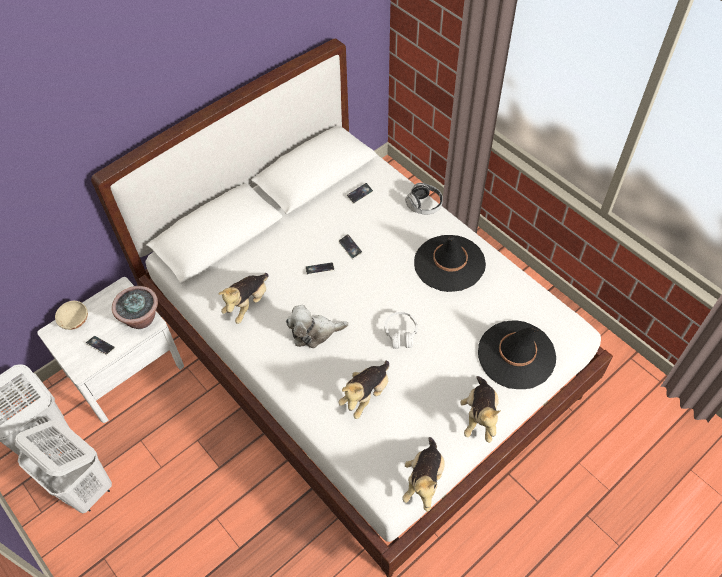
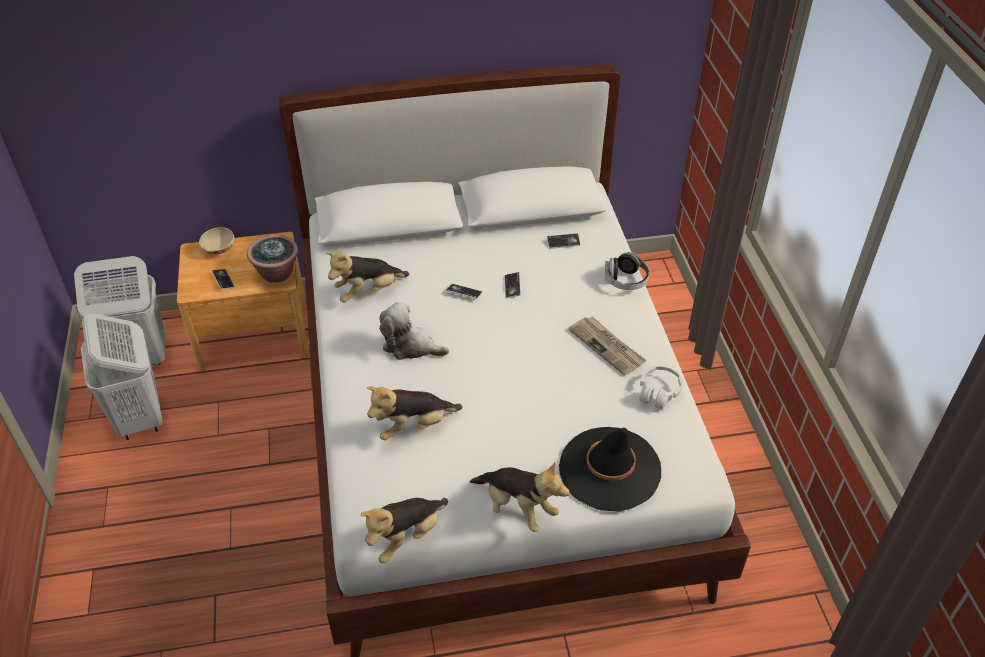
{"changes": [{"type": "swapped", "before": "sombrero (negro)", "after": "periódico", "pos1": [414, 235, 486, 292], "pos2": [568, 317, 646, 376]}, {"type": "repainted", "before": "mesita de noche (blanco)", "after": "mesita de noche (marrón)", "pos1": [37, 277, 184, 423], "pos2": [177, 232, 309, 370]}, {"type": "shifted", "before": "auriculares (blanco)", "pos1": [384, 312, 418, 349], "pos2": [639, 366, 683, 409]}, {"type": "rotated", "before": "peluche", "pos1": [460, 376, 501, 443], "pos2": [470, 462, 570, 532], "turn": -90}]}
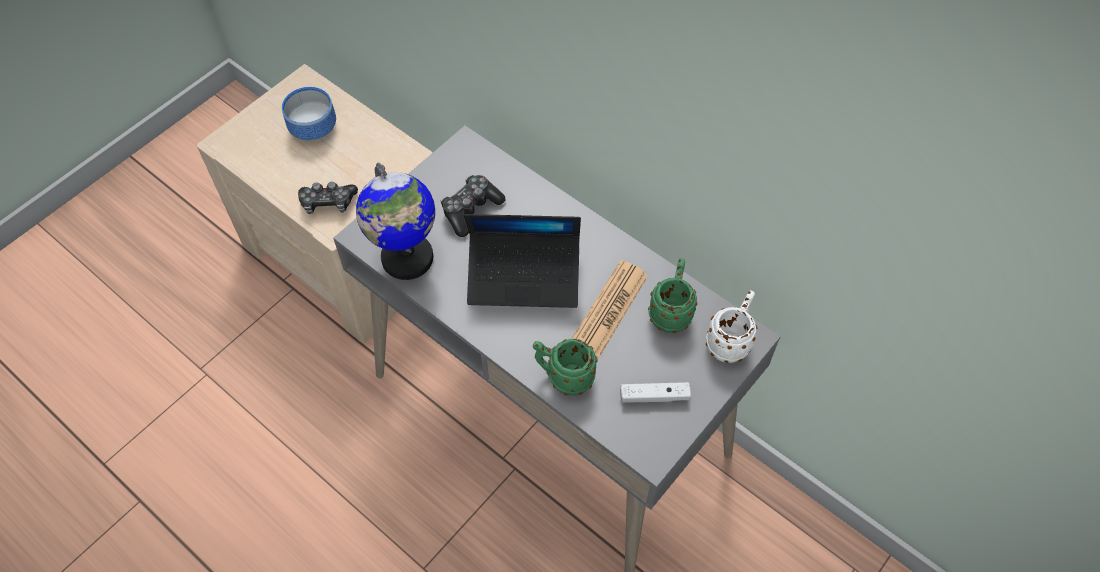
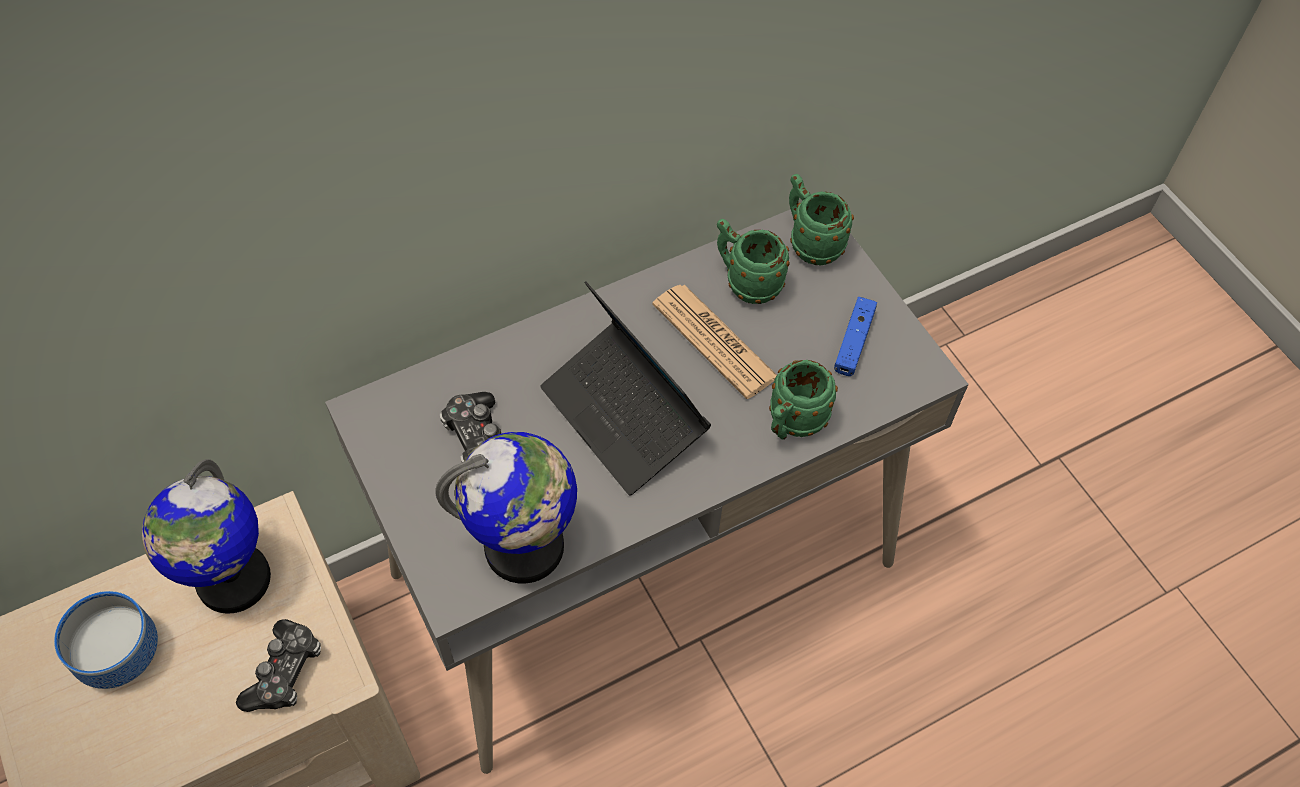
{"changes": [{"type": "rotated", "before": "portátil", "pos1": [463, 214, 581, 308], "pos2": [540, 281, 711, 495], "turn": 120}, {"type": "repainted", "before": "taza grande (blanco)", "after": "taza grande (verde)", "pos1": [706, 291, 757, 363], "pos2": [789, 174, 854, 265]}, {"type": "repainted", "before": "mando de consola (blanco)", "after": "mando de consola (azul)", "pos1": [621, 382, 691, 403], "pos2": [834, 297, 877, 376]}, {"type": "new", "after": "globo terráqueo", "pos2": [142, 459, 271, 614]}]}
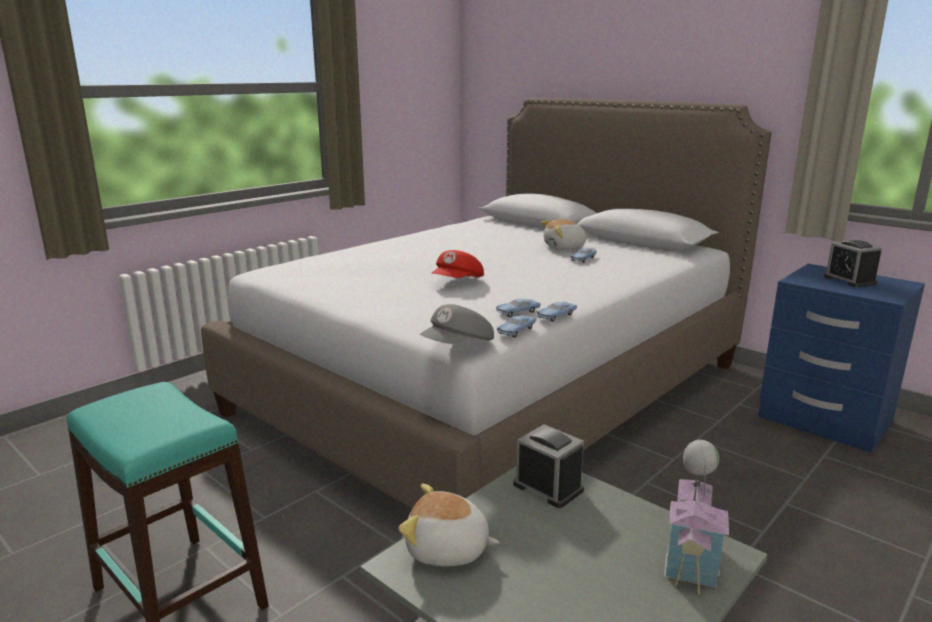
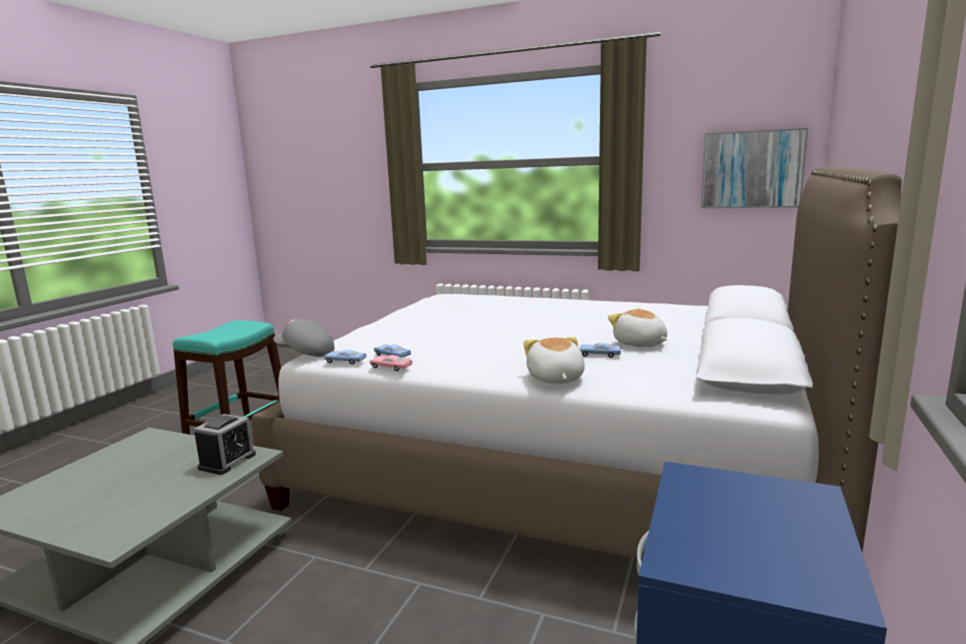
{"changes": [{"type": "gone", "before": "despertador", "pos1": [824, 240, 882, 288]}, {"type": "gone", "before": "gorra (rojo)", "pos1": [432, 250, 484, 278]}, {"type": "repainted", "before": "coche de juguete (azul)", "after": "coche de juguete (rosa)", "pos1": [537, 302, 577, 322], "pos2": [370, 355, 412, 371]}, {"type": "gone", "before": "casita", "pos1": [664, 440, 729, 595]}, {"type": "shifted", "before": "peluche", "pos1": [399, 484, 499, 567], "pos2": [523, 337, 585, 384]}, {"type": "new", "after": "cuadro", "pos2": [701, 128, 808, 208]}]}
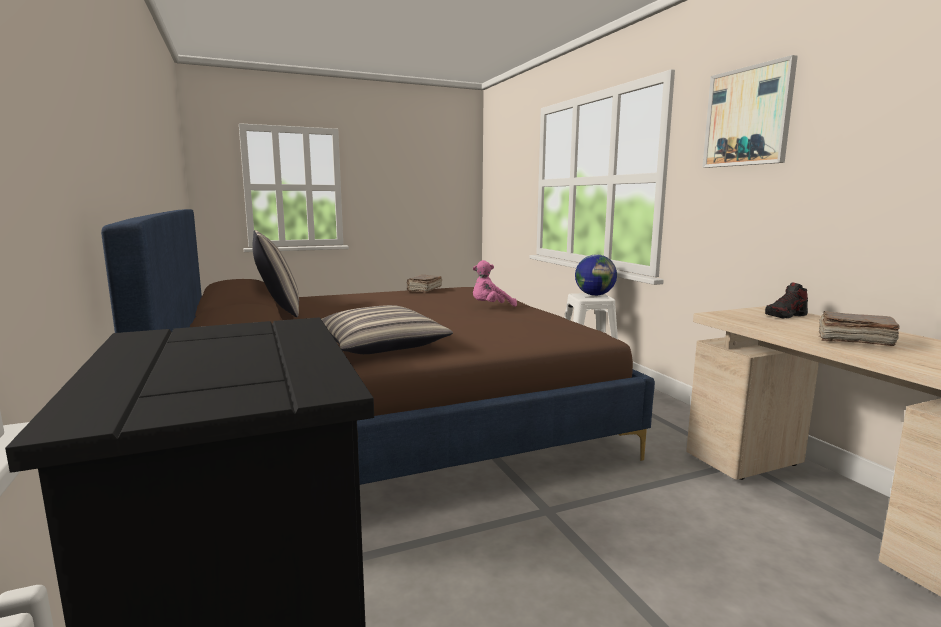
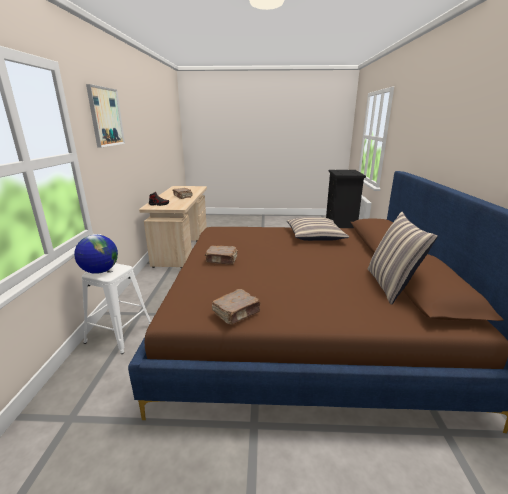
{"changes": [{"type": "swapped", "before": "peluche (rosa)", "after": "libro (marrón)", "pos1": [473, 260, 517, 307], "pos2": [205, 246, 238, 265]}]}
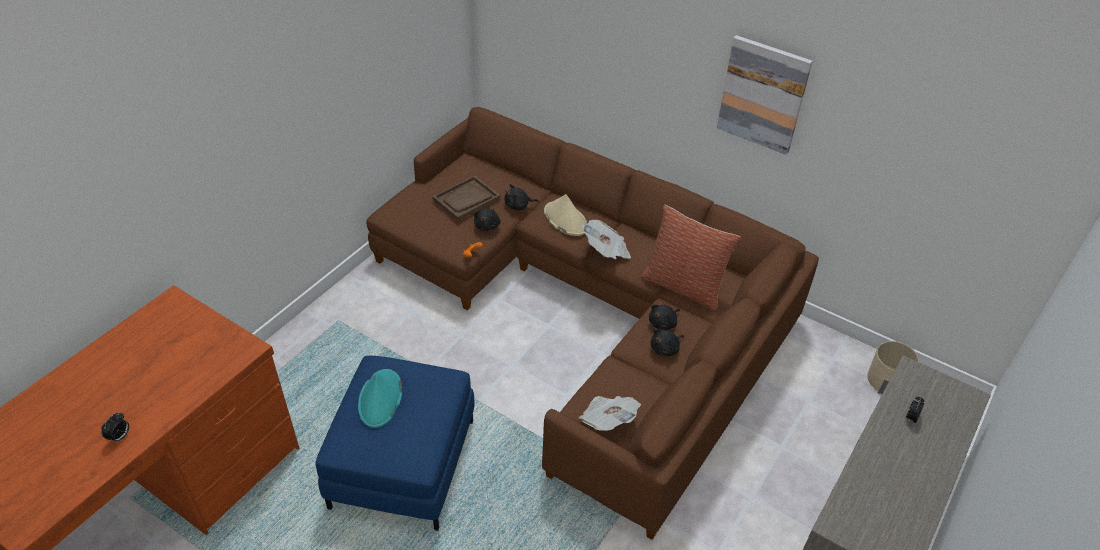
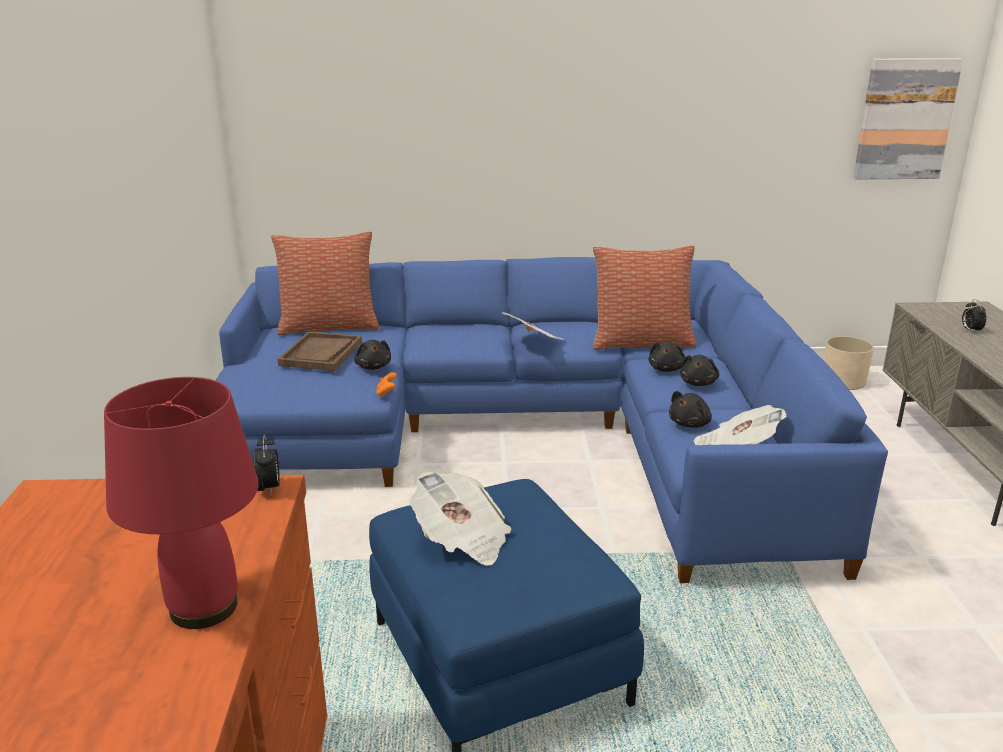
{"changes": [{"type": "shifted", "before": "cuadro", "pos1": [717, 35, 813, 155], "pos2": [853, 58, 963, 179]}, {"type": "repainted", "before": "sofá (marrón)", "after": "sofá (azul)", "pos1": [366, 107, 819, 540], "pos2": [216, 257, 888, 583]}, {"type": "shifted", "before": "peluche (negro)", "pos1": [505, 184, 539, 210], "pos2": [669, 391, 712, 428]}, {"type": "gone", "before": "sombrero (beis)", "pos1": [544, 194, 587, 236]}, {"type": "swapped", "before": "sombrero (turquesa)", "after": "periódico", "pos1": [358, 369, 402, 428], "pos2": [409, 471, 511, 566]}, {"type": "shifted", "before": "despertador", "pos1": [101, 413, 129, 443], "pos2": [254, 435, 280, 495]}, {"type": "new", "after": "cojín", "pos2": [271, 232, 379, 335]}, {"type": "new", "after": "lámpara de mesa (rojo)", "pos2": [104, 377, 259, 629]}]}
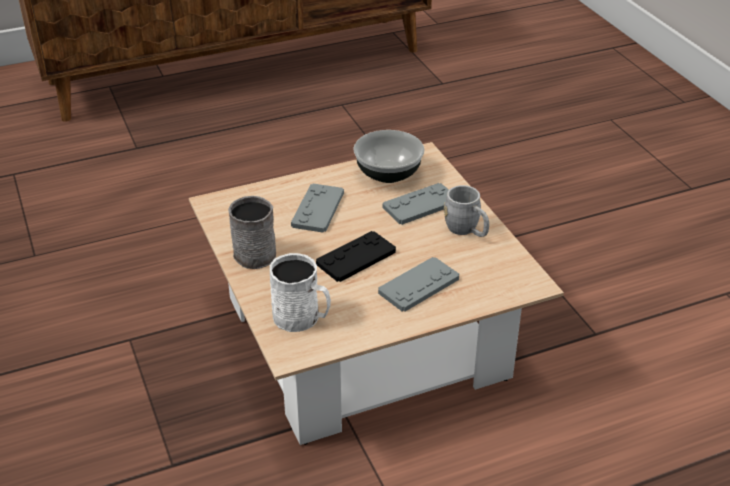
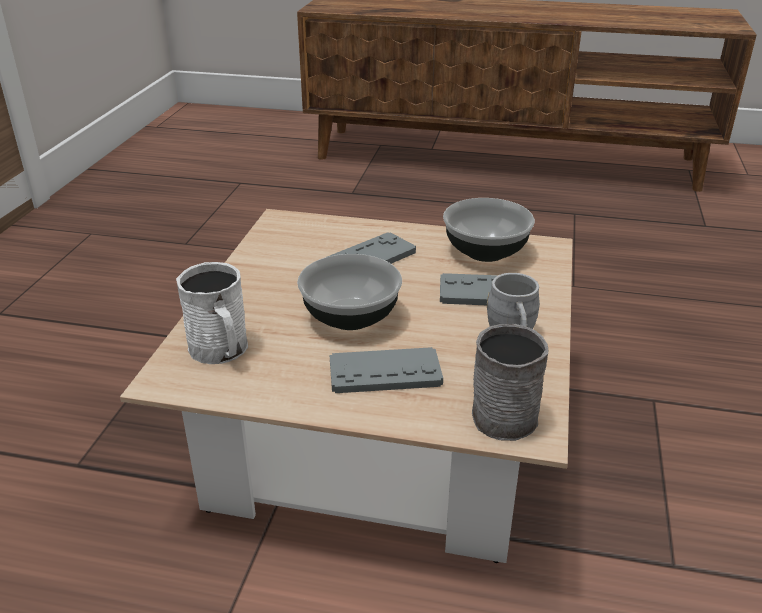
{"changes": [{"type": "shifted", "before": "taza grande (gris)", "pos1": [228, 196, 276, 269], "pos2": [472, 324, 548, 441]}, {"type": "swapped", "before": "mando de consola (negro)", "after": "cuenco", "pos1": [316, 231, 396, 282], "pos2": [297, 254, 402, 330]}]}
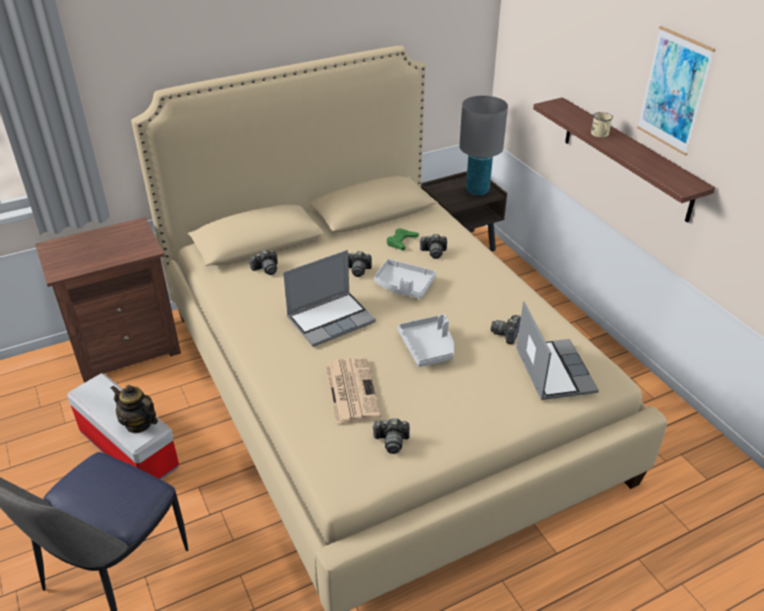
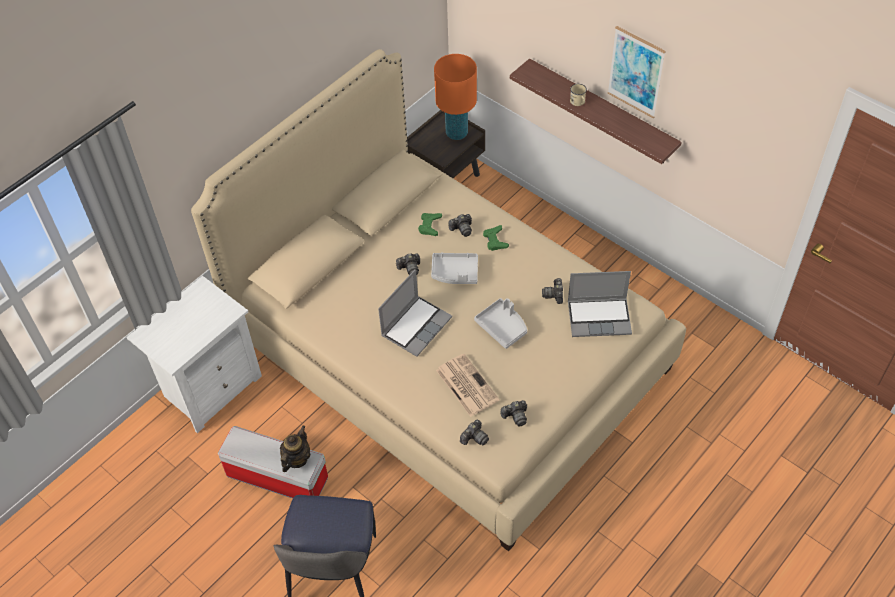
{"changes": [{"type": "repainted", "before": "lámpara de mesa (gris)", "after": "lámpara de mesa (naranja)", "pos1": [459, 95, 508, 195], "pos2": [434, 54, 477, 140]}, {"type": "repainted", "before": "mesita de noche (marrón)", "after": "mesita de noche (blanco)", "pos1": [35, 217, 181, 383], "pos2": [127, 276, 262, 433]}, {"type": "shifted", "before": "cámara", "pos1": [249, 250, 278, 275], "pos2": [460, 420, 489, 446]}, {"type": "rotated", "before": "portátil", "pos1": [516, 302, 599, 400], "pos2": [568, 271, 632, 337], "turn": 120}, {"type": "rotated", "before": "tetera", "pos1": [111, 385, 158, 433], "pos2": [280, 426, 310, 472], "turn": 105}, {"type": "new", "after": "mando de consola (verde)", "pos2": [483, 225, 509, 251]}]}
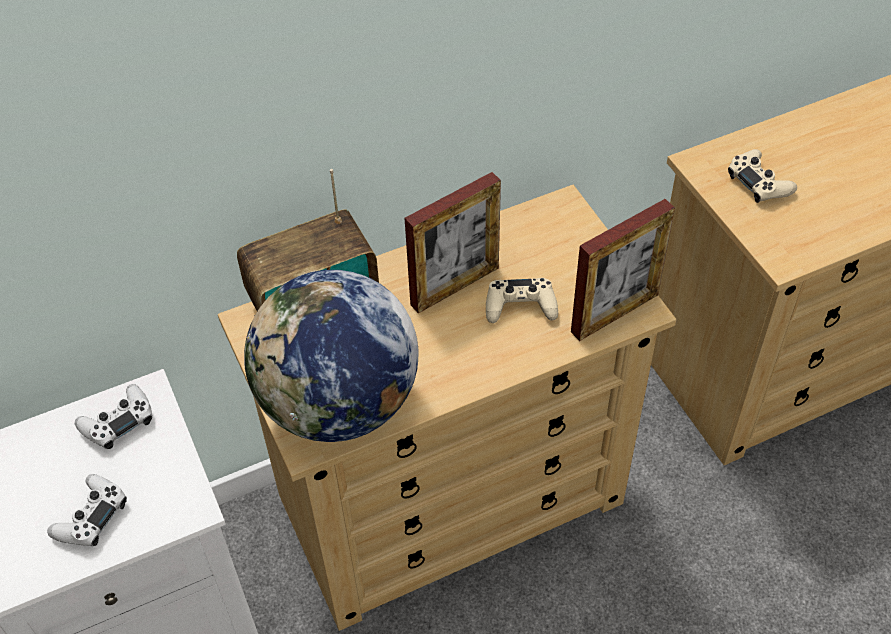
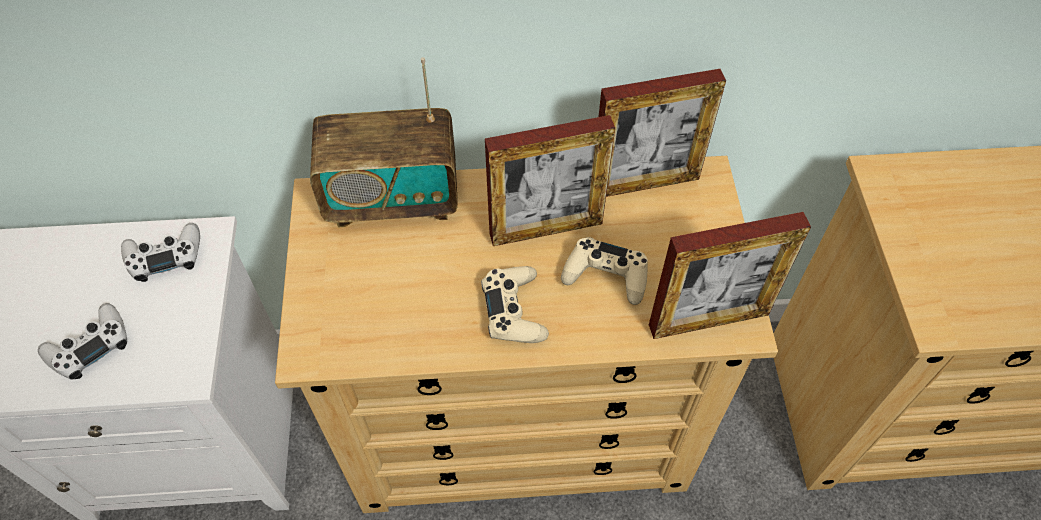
{"changes": [{"type": "shifted", "before": "mando de consola (beis)", "pos1": [728, 149, 797, 203], "pos2": [481, 266, 549, 343]}, {"type": "gone", "before": "globo terráqueo", "pos1": [244, 270, 419, 442]}, {"type": "new", "after": "portarretratos", "pos2": [598, 69, 726, 197]}]}
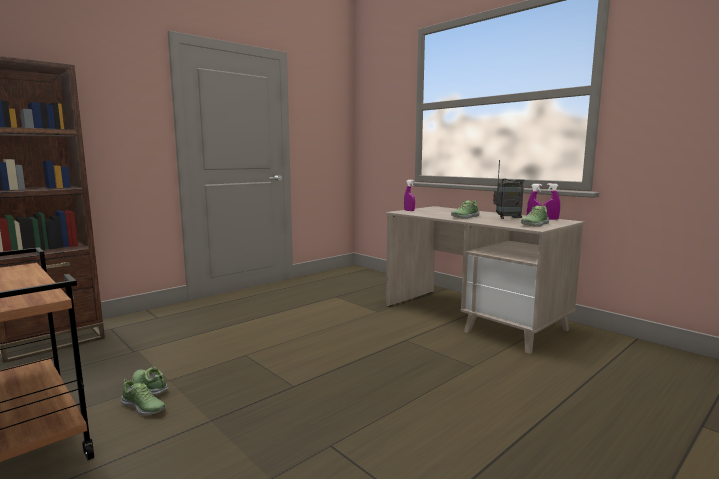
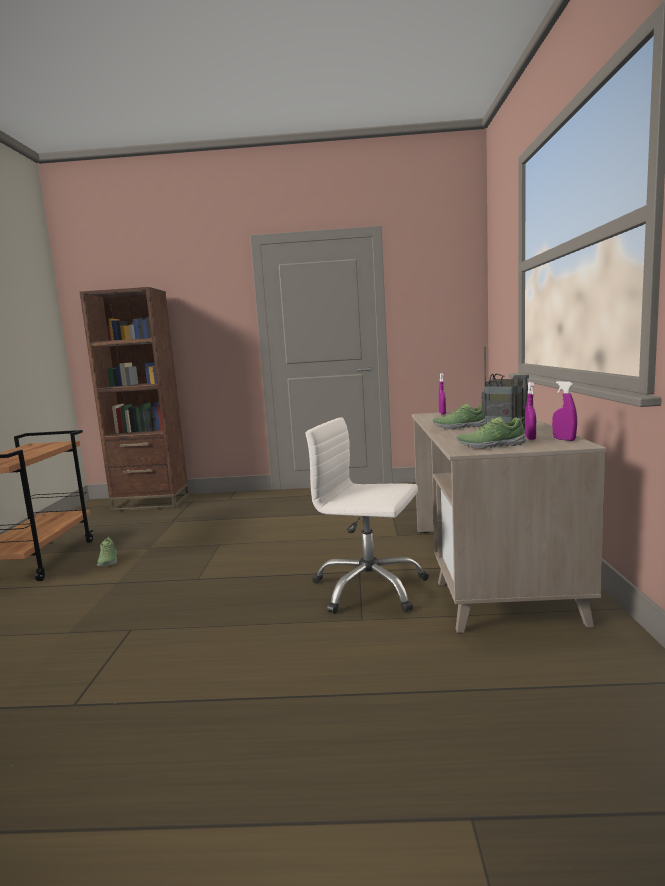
{"changes": [{"type": "gone", "before": "zapato", "pos1": [132, 366, 169, 396]}, {"type": "new", "after": "silla de oficina (blanco)", "pos2": [306, 417, 429, 614]}]}
